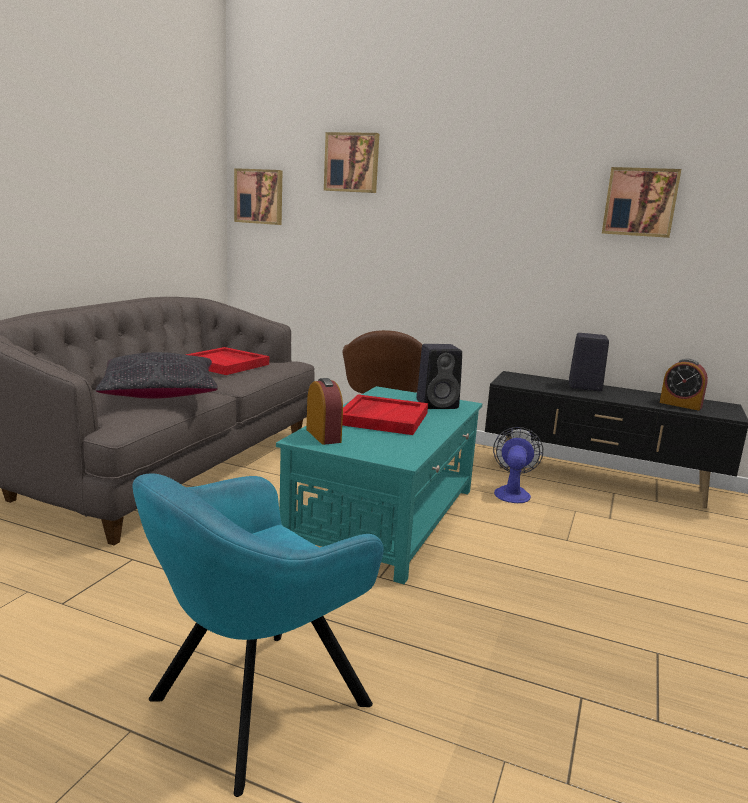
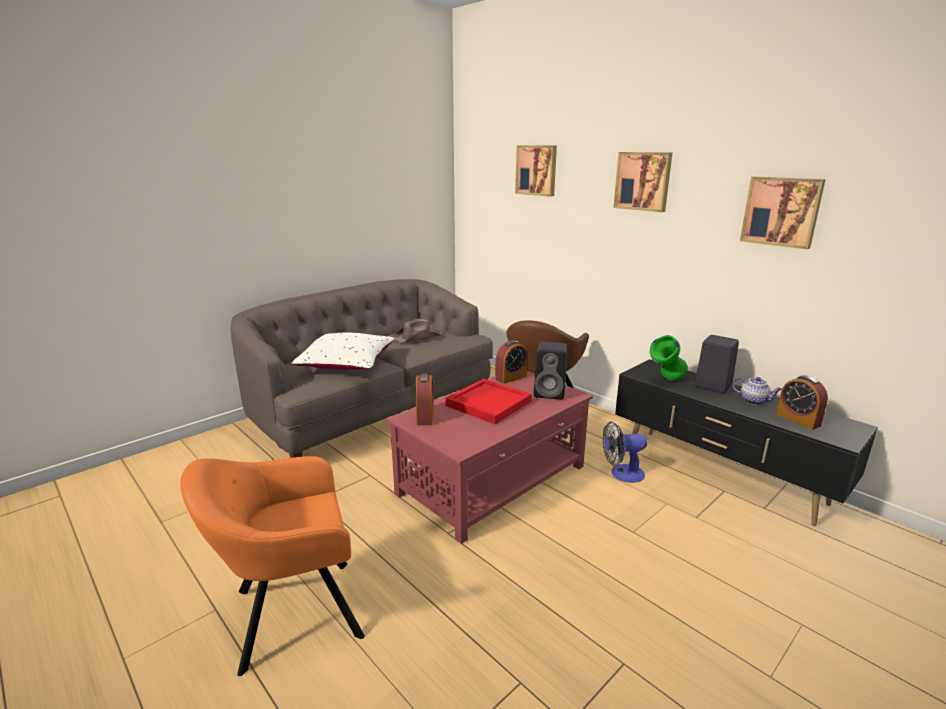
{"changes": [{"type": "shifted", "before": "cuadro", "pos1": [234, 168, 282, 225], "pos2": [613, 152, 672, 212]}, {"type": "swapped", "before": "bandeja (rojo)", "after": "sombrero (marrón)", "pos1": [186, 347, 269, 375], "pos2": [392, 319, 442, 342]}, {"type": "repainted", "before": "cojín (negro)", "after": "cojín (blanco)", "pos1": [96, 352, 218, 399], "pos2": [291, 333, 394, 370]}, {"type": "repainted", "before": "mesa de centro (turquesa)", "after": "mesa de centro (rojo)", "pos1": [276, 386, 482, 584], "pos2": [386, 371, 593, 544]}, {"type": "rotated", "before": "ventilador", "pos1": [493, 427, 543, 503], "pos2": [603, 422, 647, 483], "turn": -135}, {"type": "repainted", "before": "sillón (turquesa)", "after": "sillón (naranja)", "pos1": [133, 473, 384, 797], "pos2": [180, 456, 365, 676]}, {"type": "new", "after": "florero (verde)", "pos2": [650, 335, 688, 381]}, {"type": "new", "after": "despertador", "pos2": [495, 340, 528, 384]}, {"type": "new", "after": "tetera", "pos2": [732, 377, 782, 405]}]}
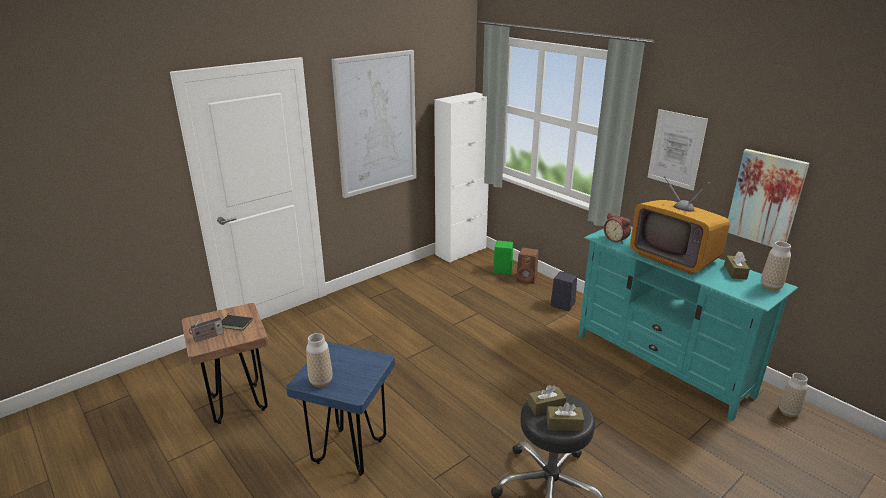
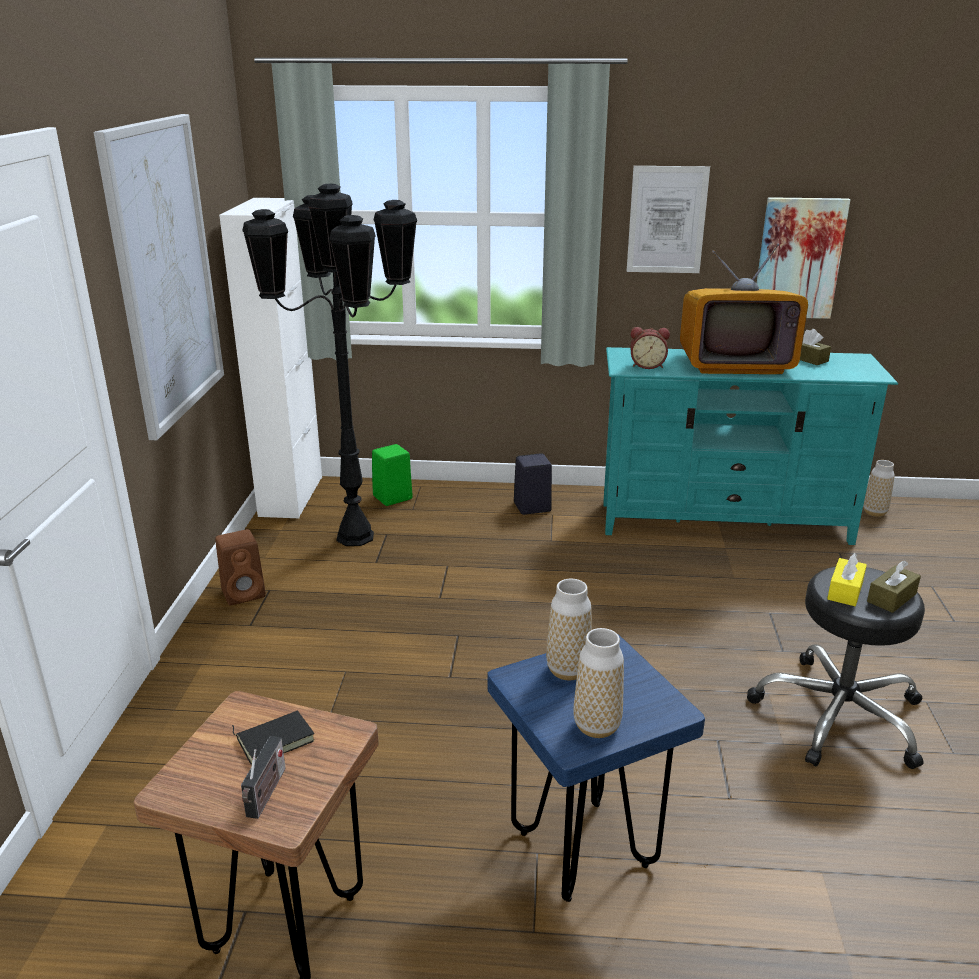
{"changes": [{"type": "shifted", "before": "florero", "pos1": [761, 241, 791, 291], "pos2": [546, 579, 592, 680]}, {"type": "shifted", "before": "altavoz (marrón)", "pos1": [516, 248, 538, 284], "pos2": [215, 529, 266, 605]}, {"type": "repainted", "before": "caja de pañuelos (marrón)", "after": "caja de pañuelos (amarillo)", "pos1": [528, 385, 566, 415], "pos2": [827, 553, 867, 606]}, {"type": "new", "after": "lámpara de pie (negro)", "pos2": [242, 184, 417, 546]}]}
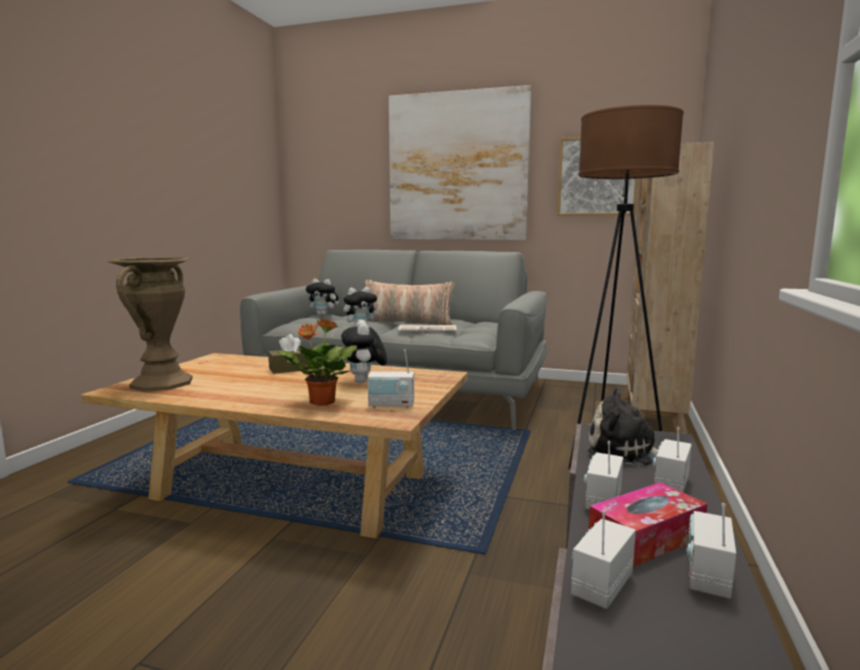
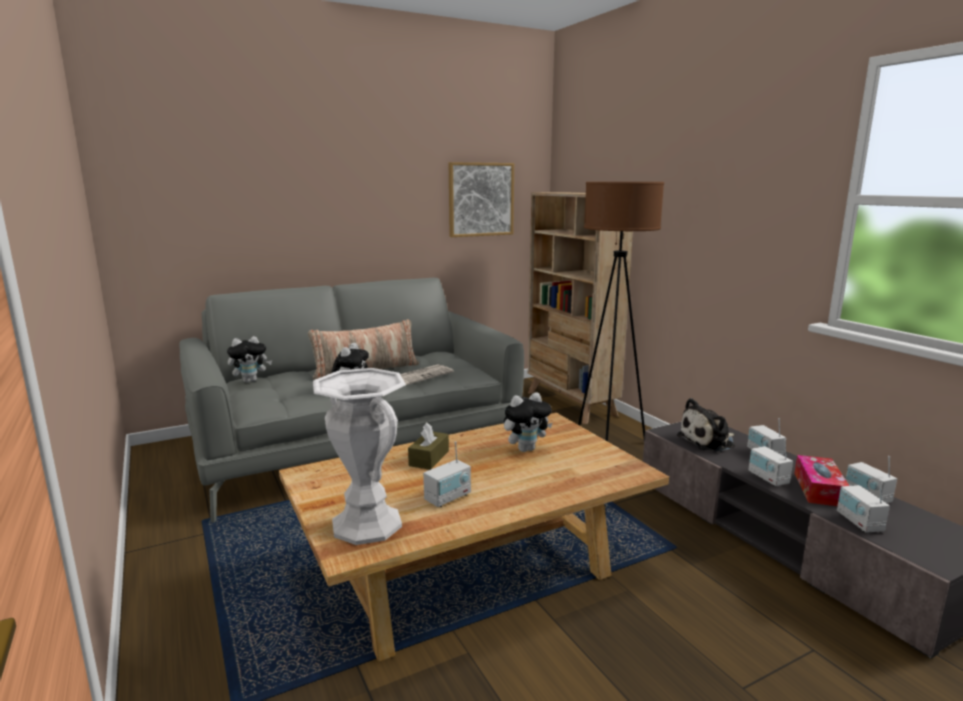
{"changes": [{"type": "gone", "before": "cuadro", "pos1": [389, 85, 532, 240]}, {"type": "repainted", "before": "florero (marrón)", "after": "florero (blanco)", "pos1": [108, 257, 193, 392], "pos2": [313, 368, 406, 545]}, {"type": "gone", "before": "planta en maceta", "pos1": [279, 318, 357, 406]}, {"type": "rotated", "before": "peluche", "pos1": [341, 320, 387, 383], "pos2": [504, 392, 552, 452], "turn": -60}, {"type": "shifted", "before": "radio", "pos1": [368, 349, 414, 408], "pos2": [423, 441, 471, 507]}]}
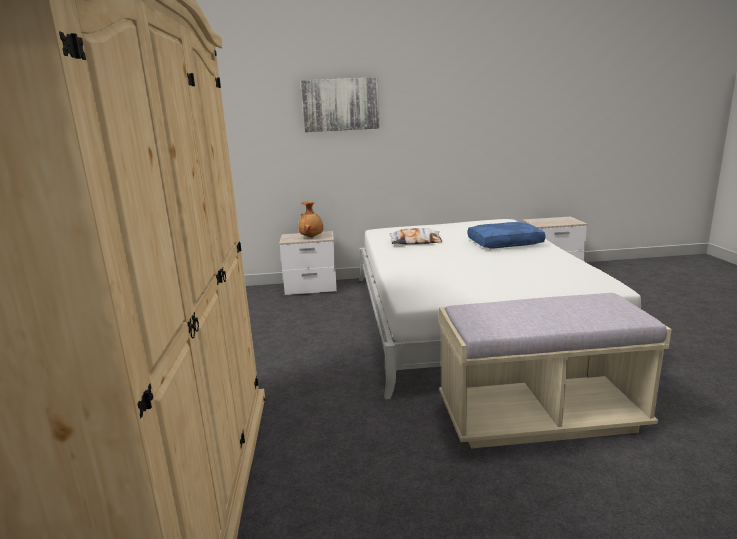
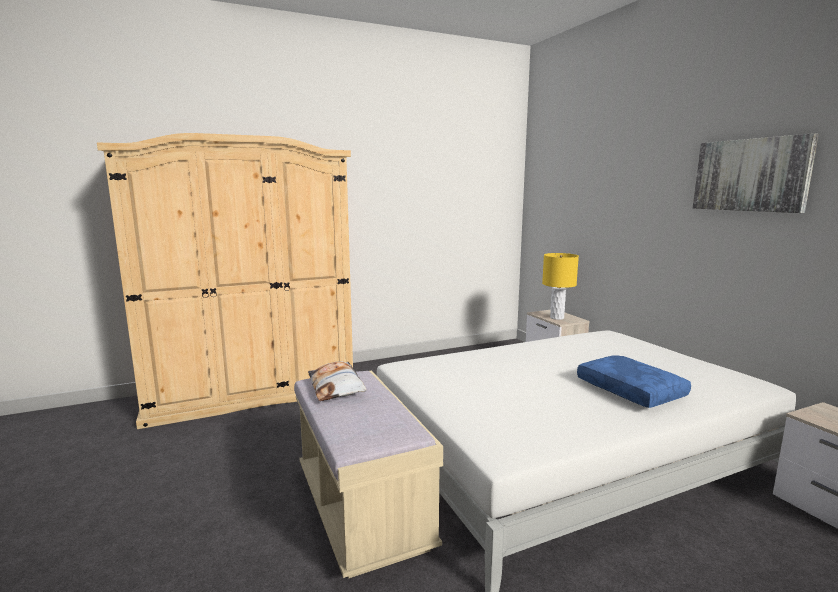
{"changes": [{"type": "shifted", "before": "cuadro", "pos1": [301, 77, 380, 132], "pos2": [693, 133, 818, 213]}, {"type": "swapped", "before": "florero (marrón)", "after": "lámpara de mesa (amarillo)", "pos1": [299, 201, 323, 238], "pos2": [542, 253, 579, 320]}, {"type": "shifted", "before": "cojín", "pos1": [389, 228, 443, 245], "pos2": [308, 361, 367, 401]}]}
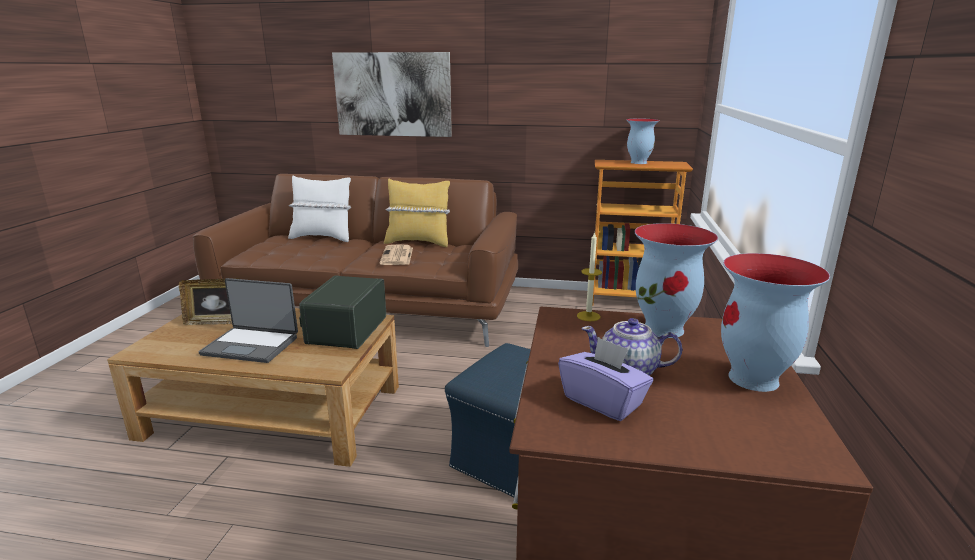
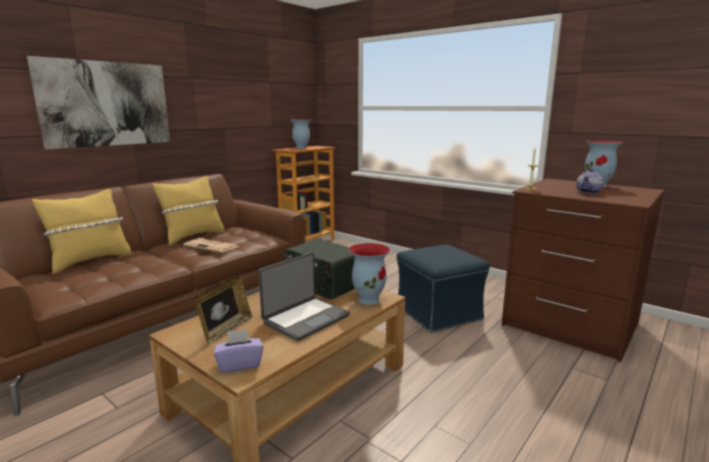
{"changes": [{"type": "repainted", "before": "cojín (blanco)", "after": "cojín (amarillo)", "pos1": [288, 176, 351, 242], "pos2": [32, 189, 132, 274]}, {"type": "shifted", "before": "florero", "pos1": [634, 223, 718, 338], "pos2": [349, 243, 390, 305]}, {"type": "shifted", "before": "caja de pañuelos (morado)", "pos1": [558, 337, 653, 421], "pos2": [214, 329, 263, 373]}]}
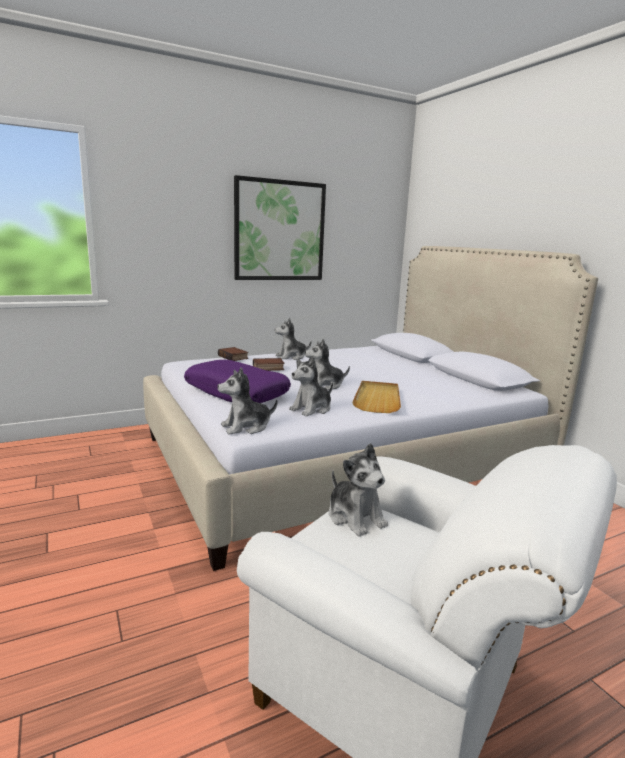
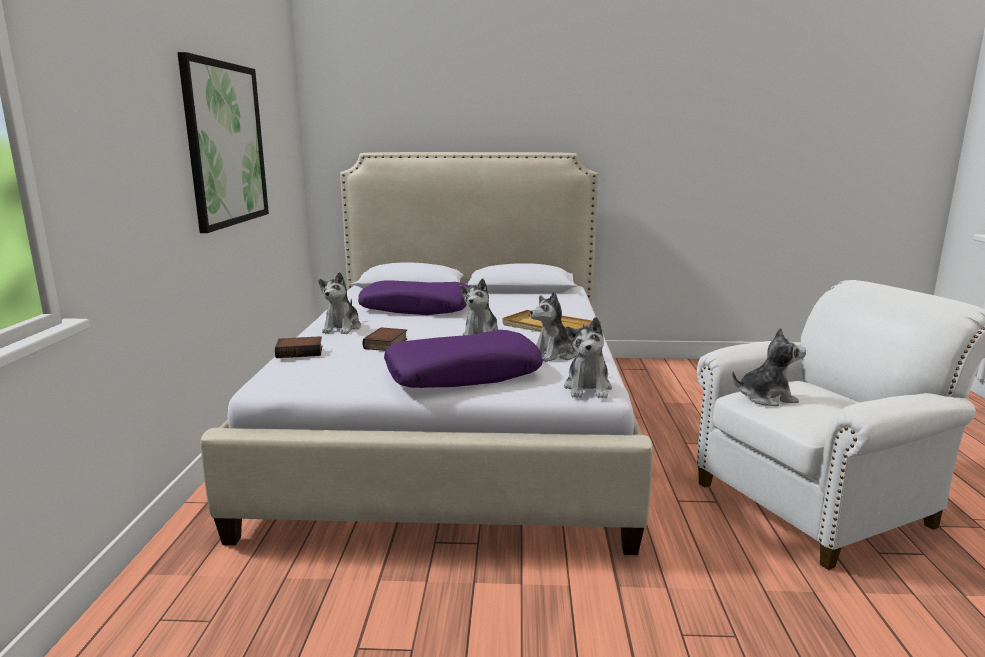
{"changes": [{"type": "rotated", "before": "peluche", "pos1": [289, 355, 333, 416], "pos2": [530, 291, 584, 362], "turn": 75}, {"type": "new", "after": "cojín (morado)", "pos2": [358, 280, 470, 315]}]}
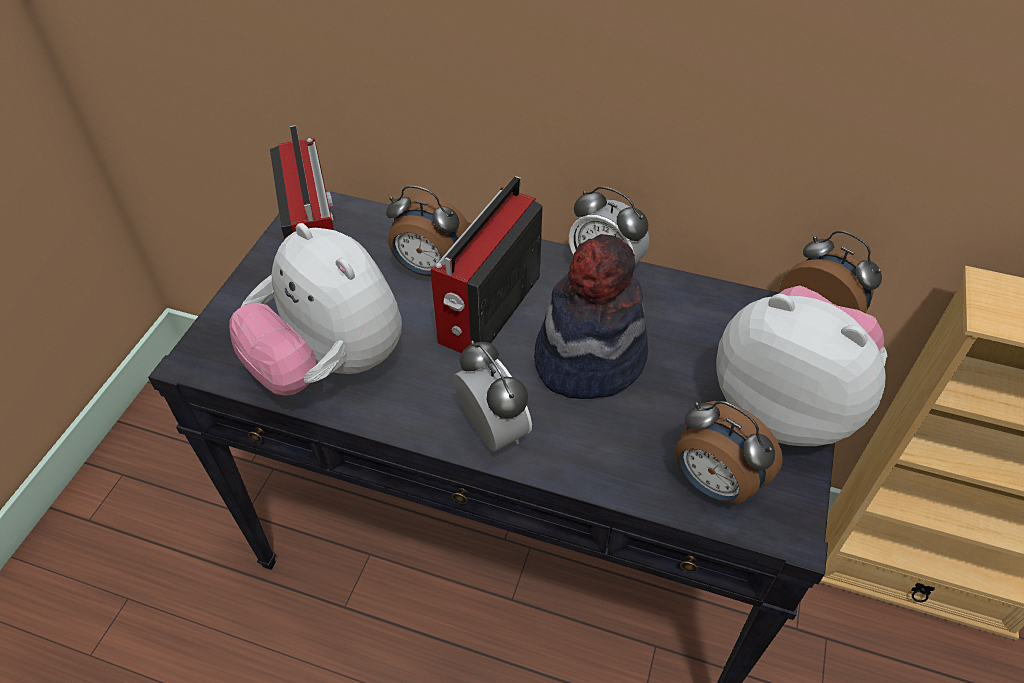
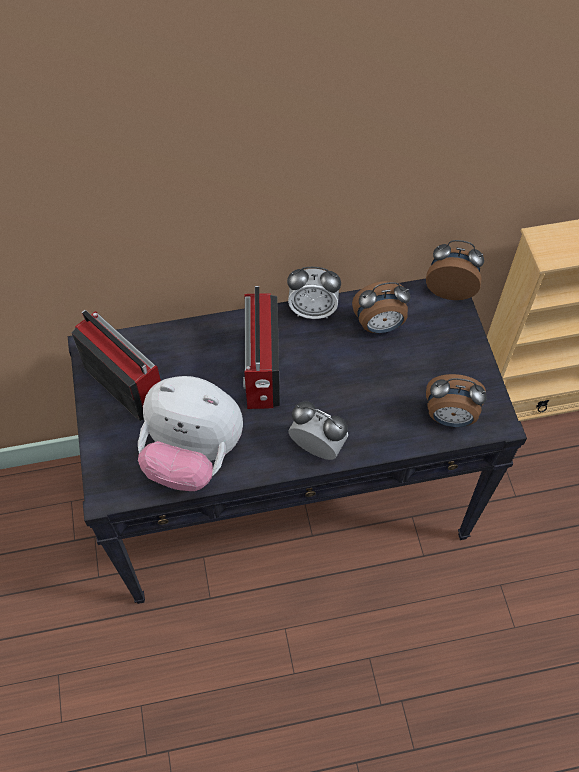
{"changes": [{"type": "shifted", "before": "despertador", "pos1": [386, 185, 469, 277], "pos2": [352, 281, 411, 333]}, {"type": "gone", "before": "sombrero", "pos1": [534, 234, 648, 399]}, {"type": "gone", "before": "peluche", "pos1": [716, 286, 888, 446]}]}
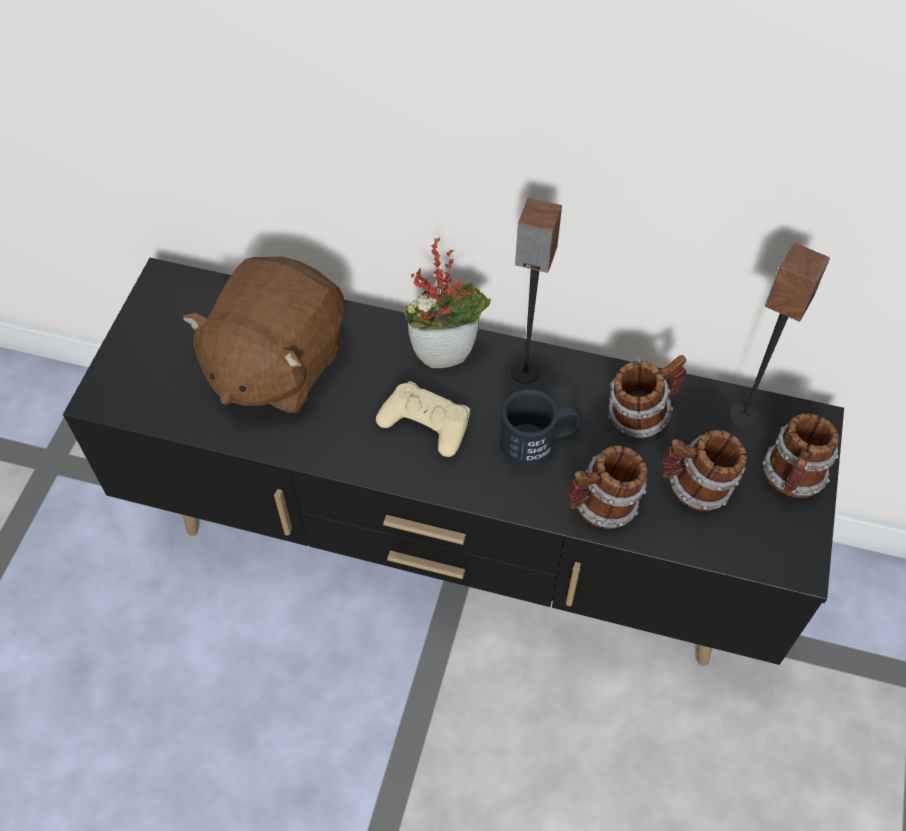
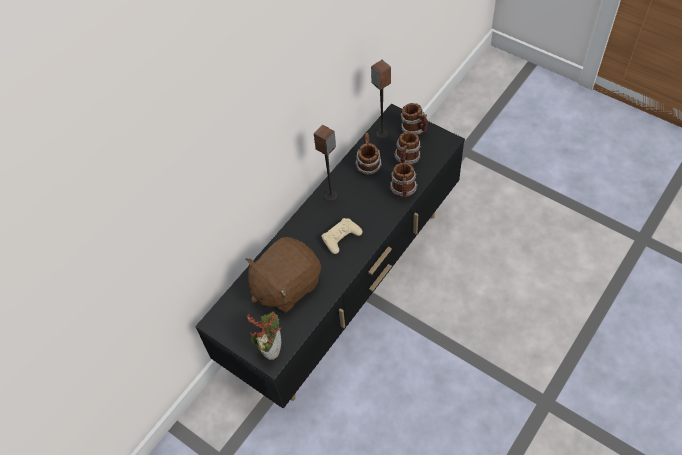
{"changes": [{"type": "shifted", "before": "planta en maceta", "pos1": [404, 238, 491, 368], "pos2": [247, 311, 281, 360]}, {"type": "rotated", "before": "peluche (marrón)", "pos1": [182, 256, 345, 413], "pos2": [245, 237, 321, 313], "turn": 90}, {"type": "gone", "before": "taza grande (negro)", "pos1": [500, 389, 581, 467]}]}
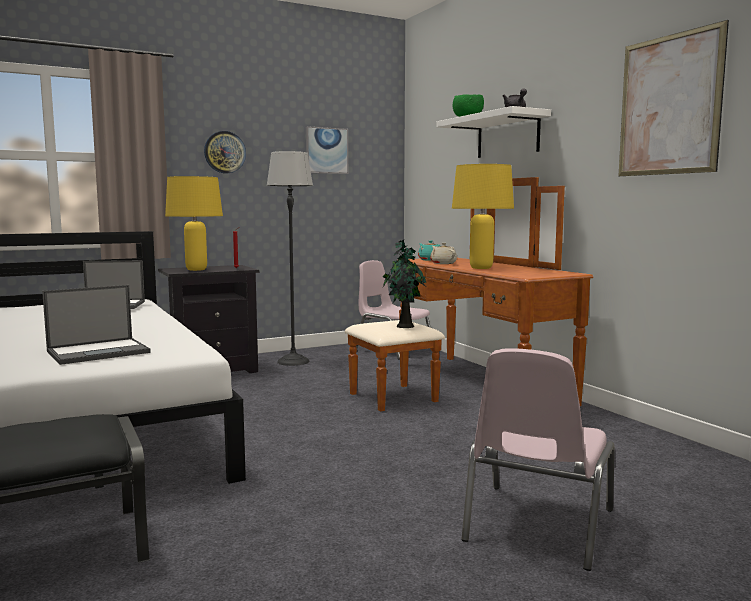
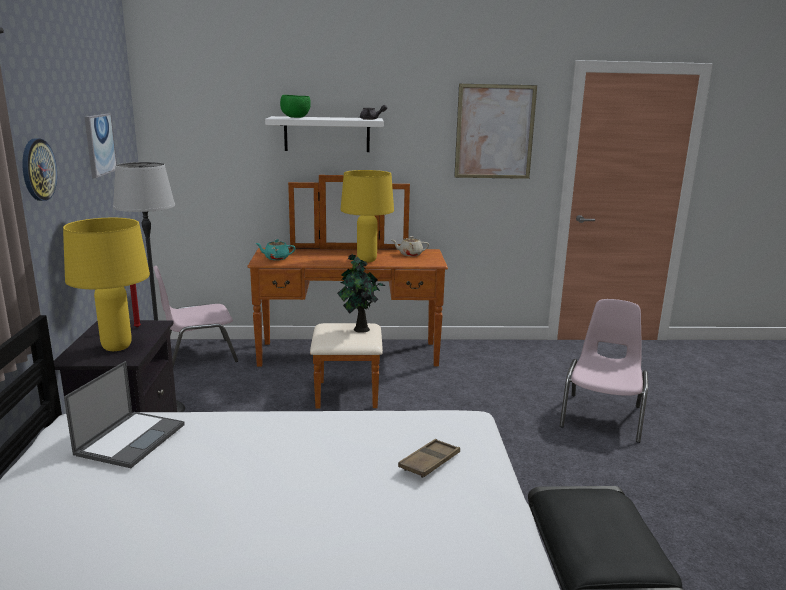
{"changes": [{"type": "shifted", "before": "tetera (beis)", "pos1": [430, 243, 457, 264], "pos2": [392, 236, 429, 256]}, {"type": "swapped", "before": "portátil", "after": "bandeja (marrón)", "pos1": [42, 285, 151, 365], "pos2": [398, 439, 460, 478]}, {"type": "rotated", "before": "silla (rosa)", "pos1": [462, 348, 615, 571], "pos2": [560, 299, 648, 443], "turn": -120}]}
